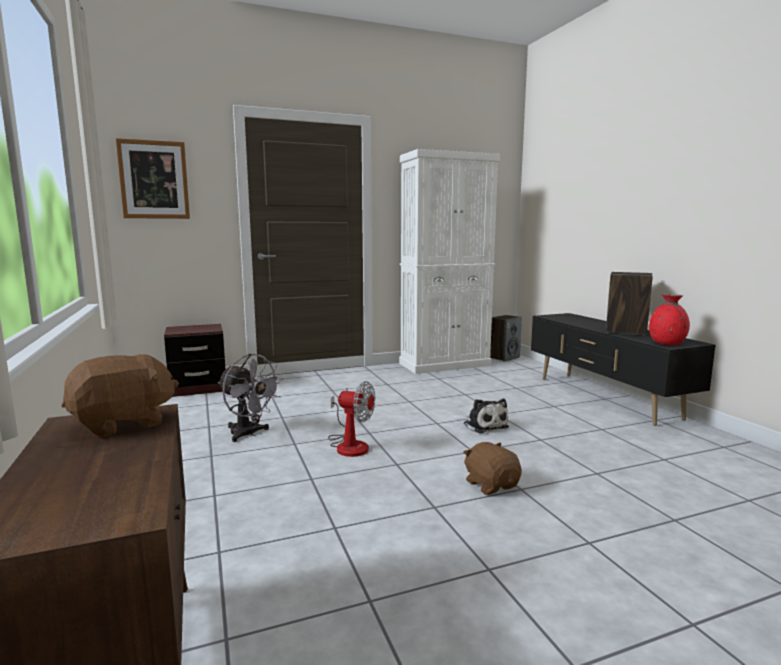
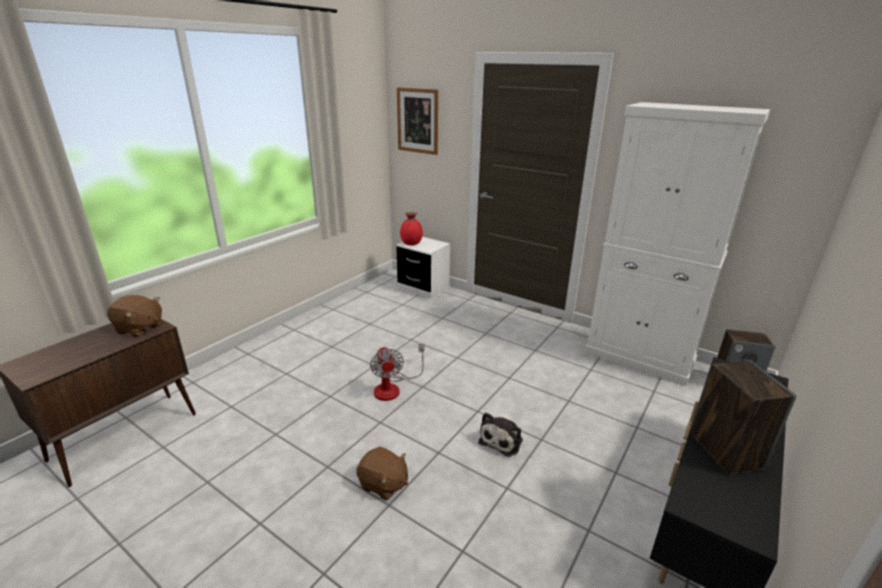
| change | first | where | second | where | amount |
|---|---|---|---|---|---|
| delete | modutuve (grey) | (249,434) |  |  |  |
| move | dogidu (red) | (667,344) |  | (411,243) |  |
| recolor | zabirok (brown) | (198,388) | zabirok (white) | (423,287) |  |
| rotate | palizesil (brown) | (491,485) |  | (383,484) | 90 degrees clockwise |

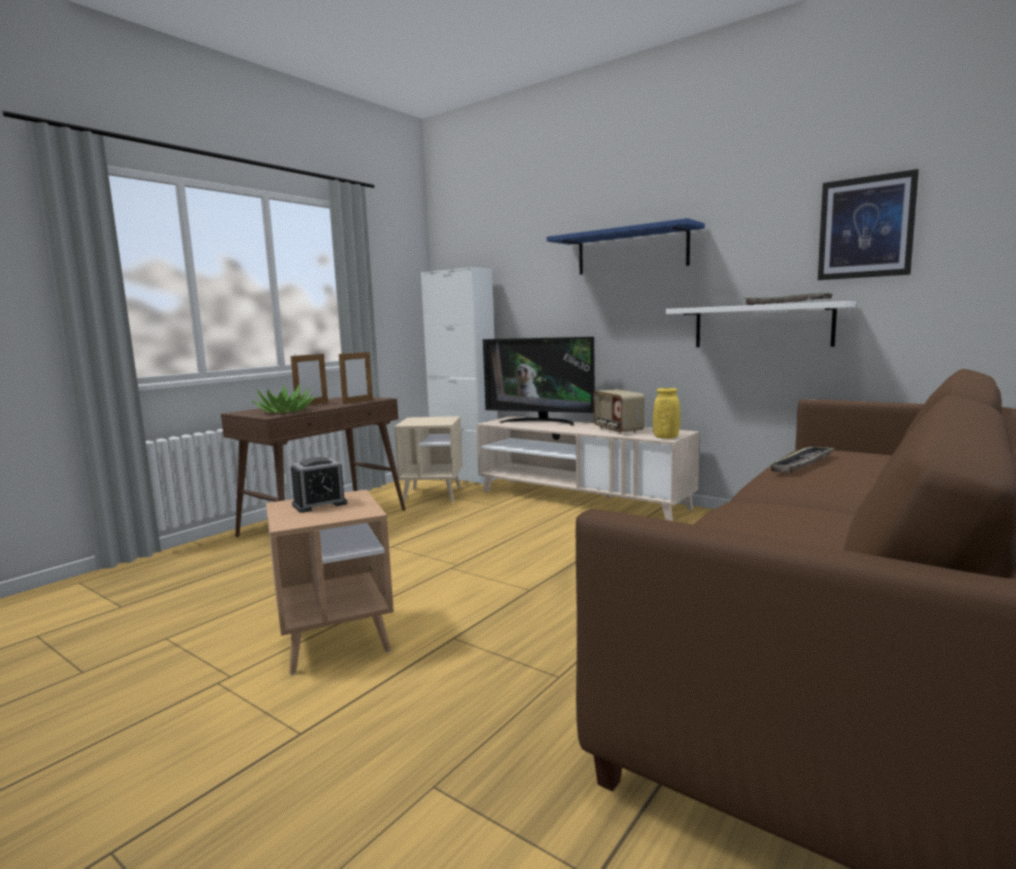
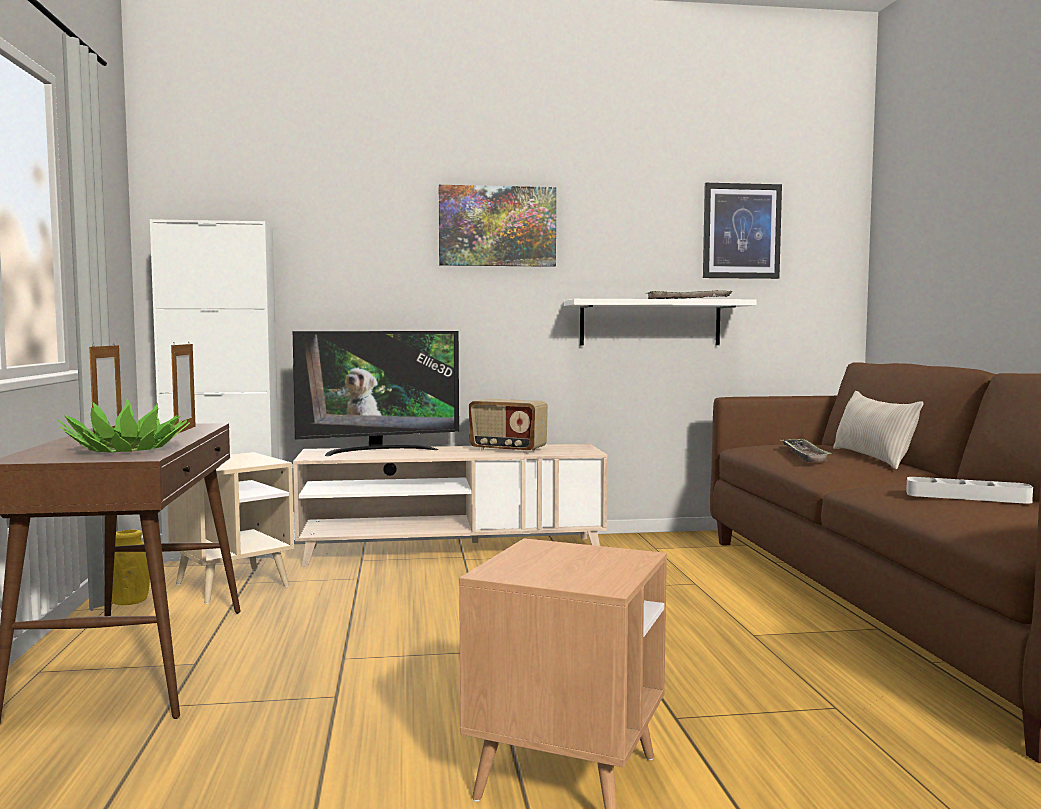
| change | first | where | second | where | amount |
|---|---|---|---|---|---|
| delete | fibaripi | (319,504) |  |  |  |
| insert |  |  | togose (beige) | (872,458) |  |
| insert |  |  | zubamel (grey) | (967,496) |  |
| move | dogidu (yellow) | (666,437) |  | (129,602) |  |
| replace | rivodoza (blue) | (631,251) | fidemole | (497,226) |  |

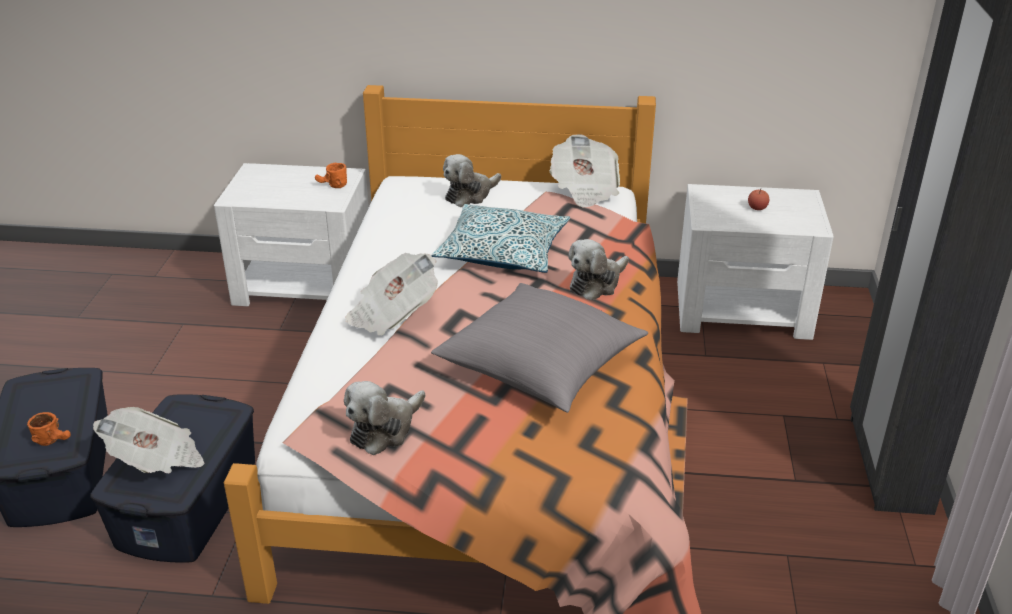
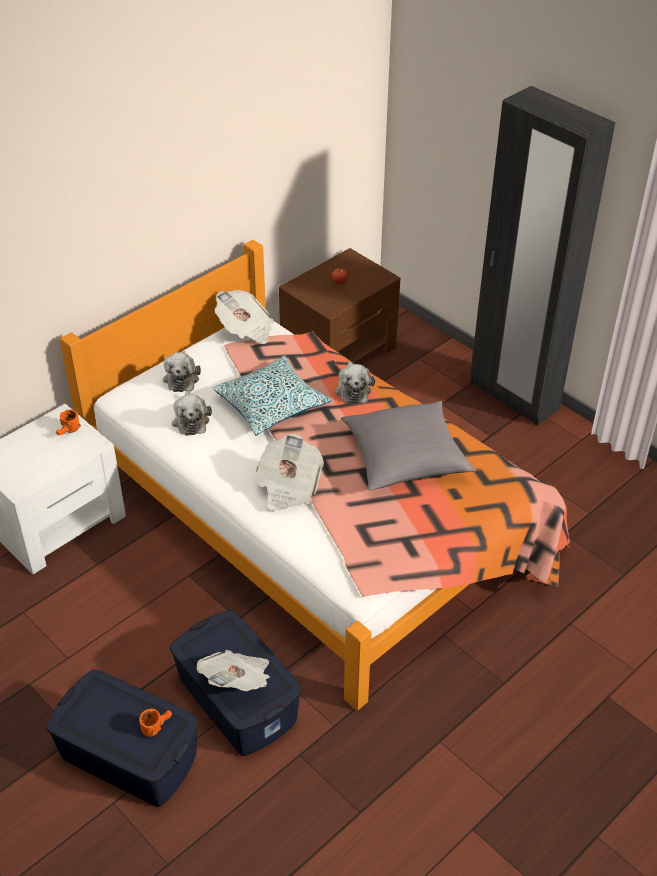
| change | first | where | second | where | amount |
|---|---|---|---|---|---|
| move | palizesil | (384,429) |  | (190,420) |  |
| recolor | zabirok (white) | (743,309) | zabirok (brown) | (339,351) |  |

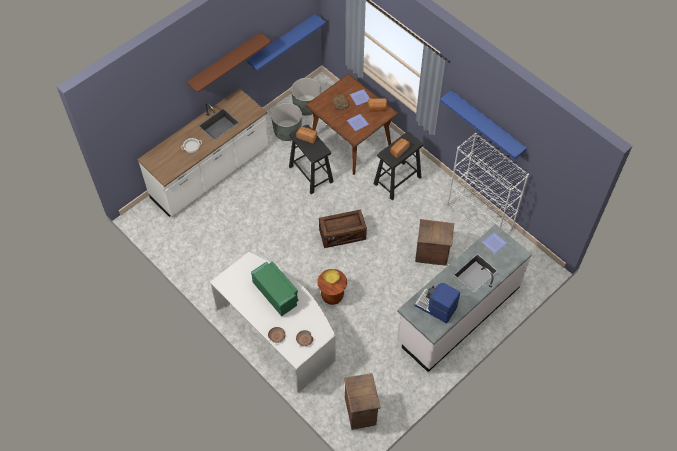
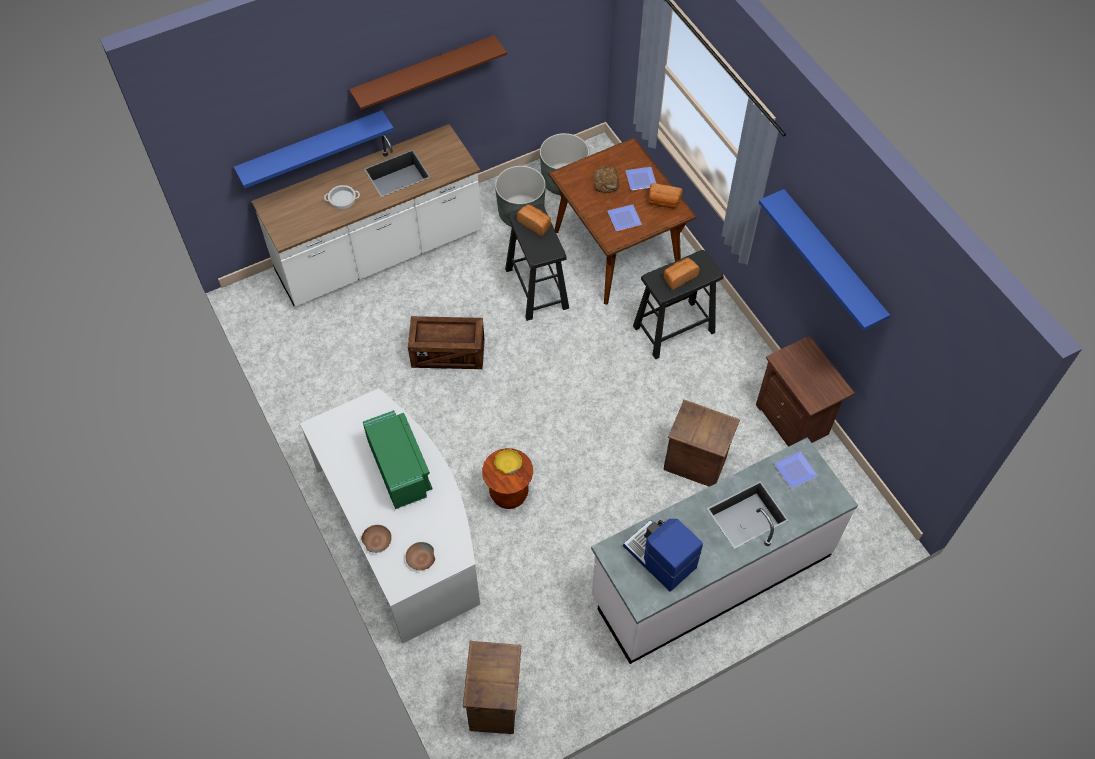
| change | first | where | second | where | amount |
|---|---|---|---|---|---|
| move | rivodoza (blue) | (282,42) |  | (311,148) |  |
| move | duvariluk | (342,235) |  | (448,353) |  |
| replace | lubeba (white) | (479,218) | zabirok (brown) | (794,421) |  |

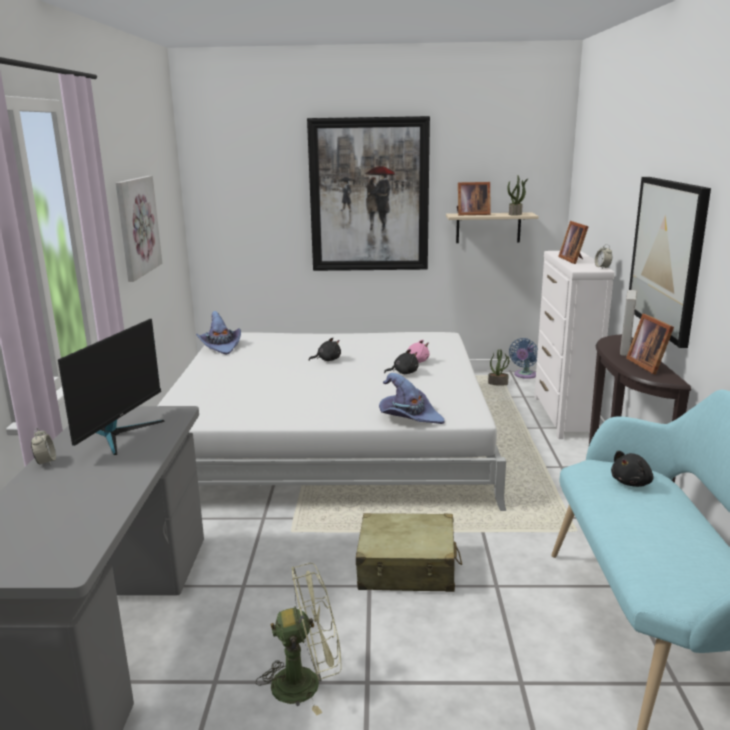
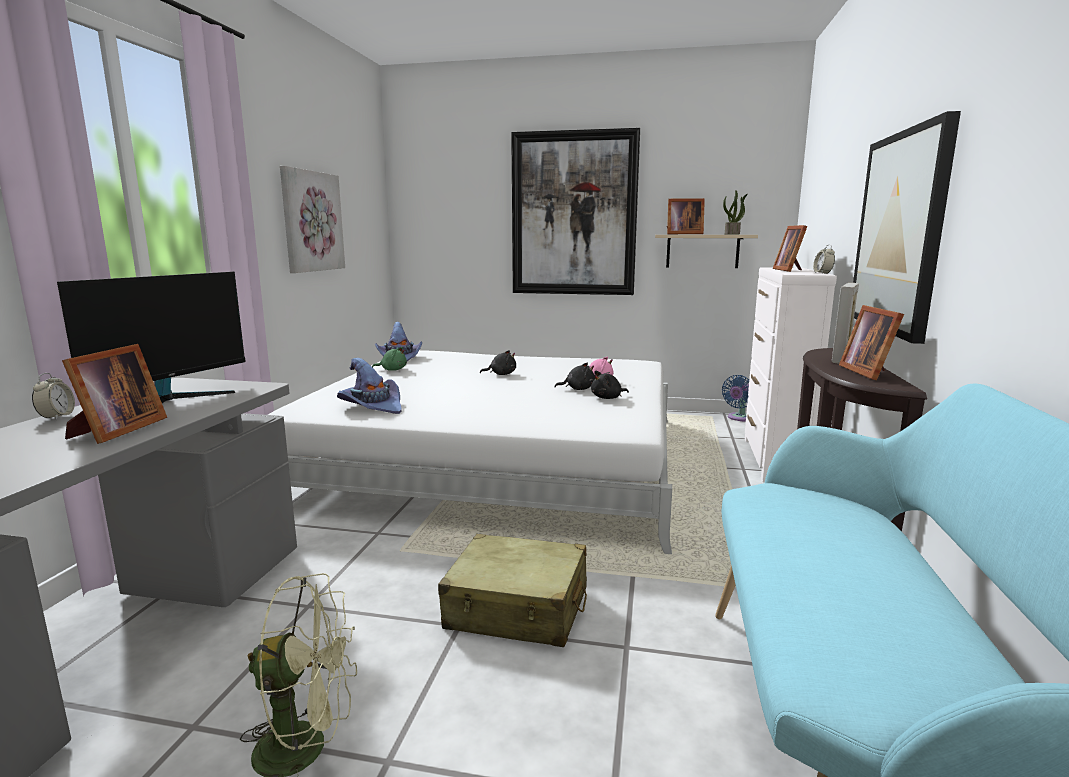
| change | first | where | second | where | amount |
|---|---|---|---|---|---|
| delete | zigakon | (498,383) |  |  |  |
| insert |  |  | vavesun | (116,431) |  |
| insert |  |  | palizesil (green) | (392,370) |  |
| move | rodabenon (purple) | (409,417) |  | (372,406) |  |
| move | palizesil (black) | (632,483) |  | (608,398) |  |

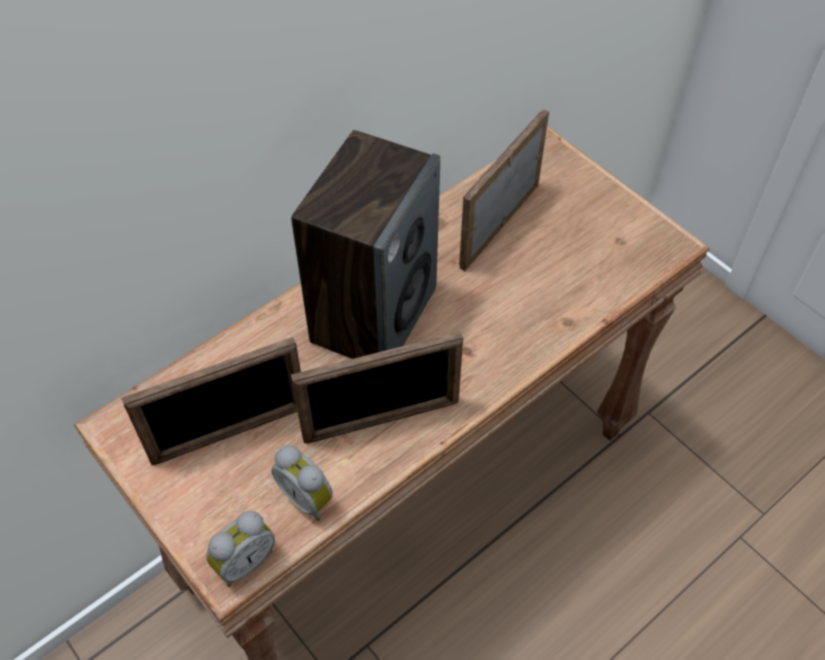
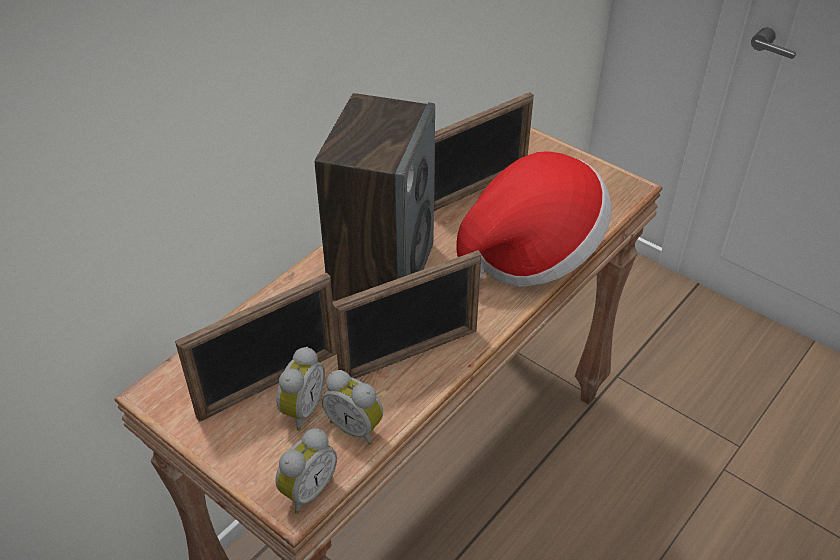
| change | first | where | second | where | amount |
|---|---|---|---|---|---|
| insert |  |  | fibaripi | (301,409) |  |
| insert |  |  | rodabenon | (531,252) |  |
| rotate | vavesun | (499,225) |  | (477,190) | 150 degrees counterclockwise |

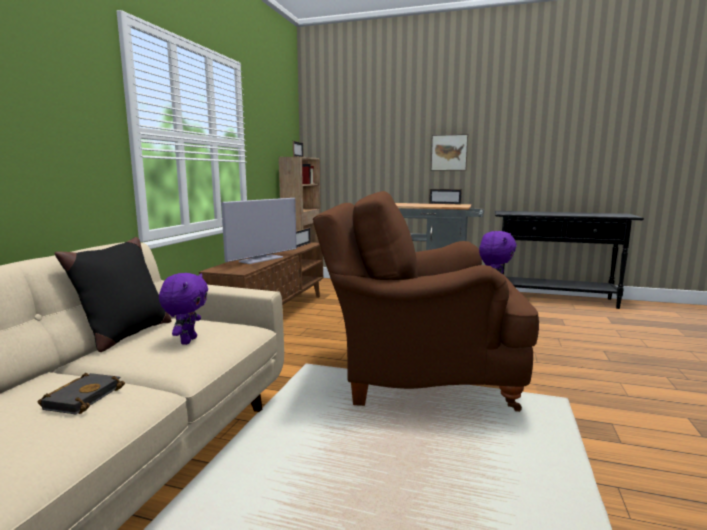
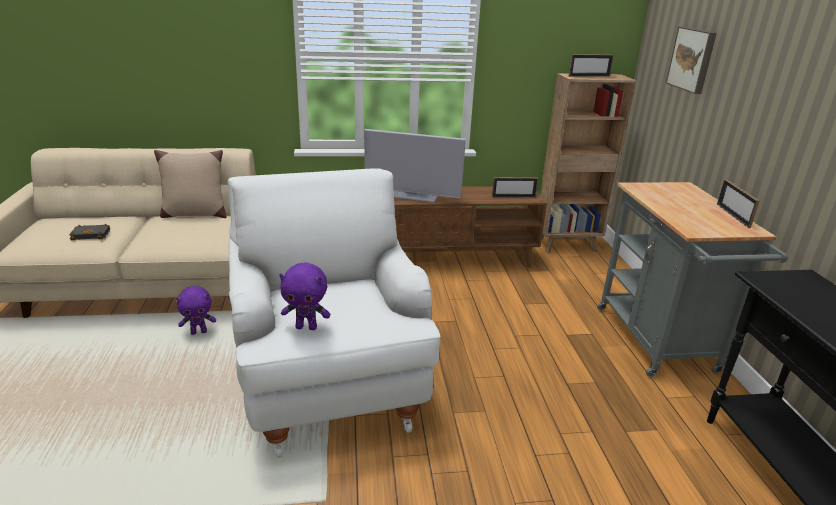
| change | first | where | second | where | amount |
|---|---|---|---|---|---|
| move | palizesil (purple) | (187,341) |  | (199,332) |  |
| move | fidemole | (449,152) |  | (692,59) |  |
| recolor | togose (black) | (125,335) | togose (beige) | (194,214) |  |
| recolor | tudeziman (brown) | (420,379) | tudeziman (white) | (329,379) |  |

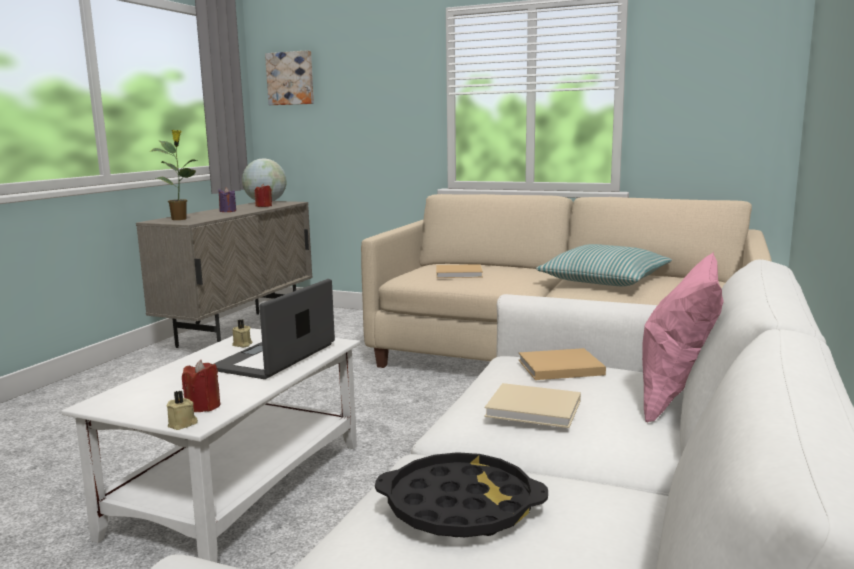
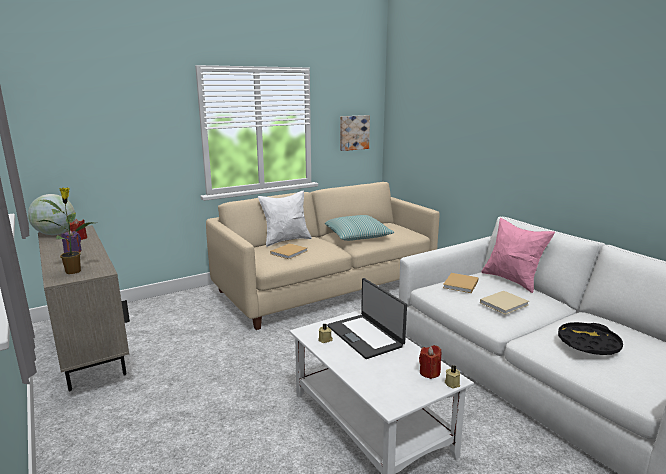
| change | first | where | second | where | amount |
|---|---|---|---|---|---|
| insert |  |  | togose (white) | (286,240) |  |
| move | fidemole | (291,78) |  | (353,132) |  |

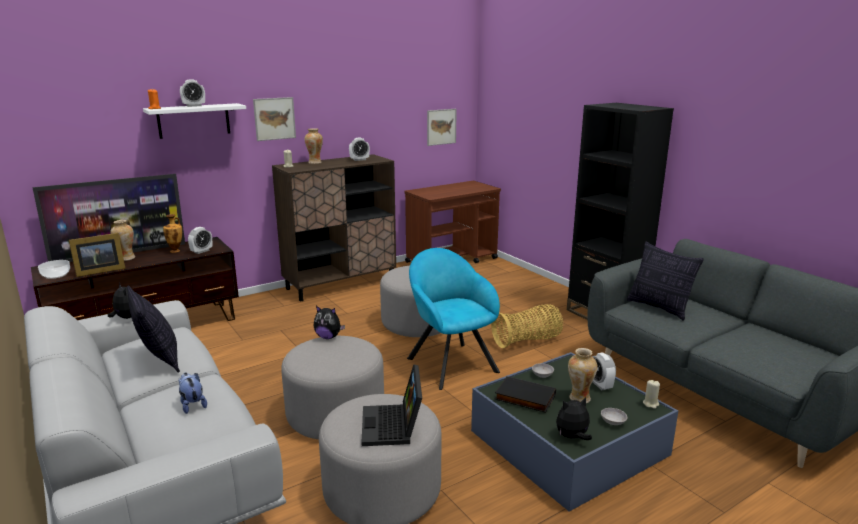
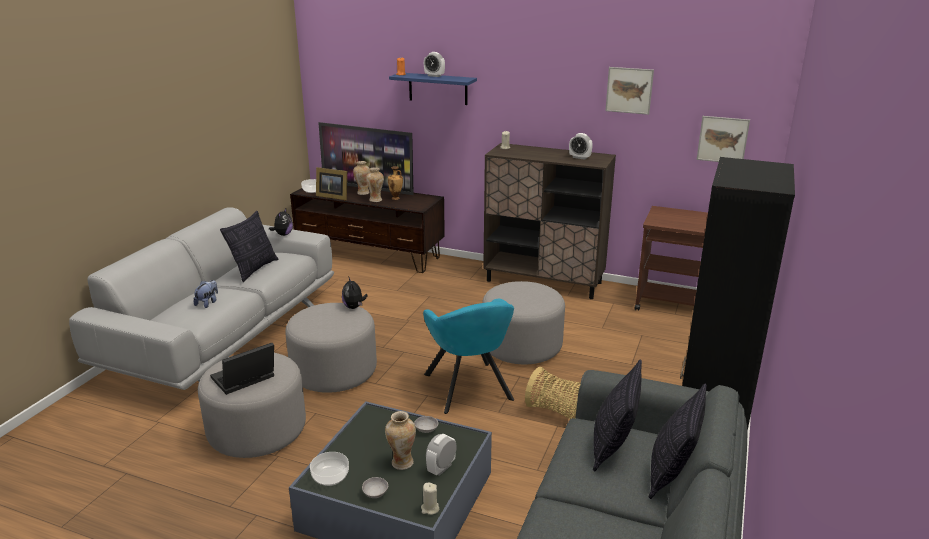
| change | first | where | second | where | amount |
|---|---|---|---|---|---|
| delete | fibaripi | (201,251) |  |  |  |
| delete | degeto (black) | (524,398) |  |  |  |
| insert |  |  | togose | (671,474) |  |
| move | fidemole | (274,118) |  | (629,90) |  |
| move | dogidu | (315,163) |  | (376,200) |  |
| replace | palizesil | (572,437) | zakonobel | (330,476) |  |
| recolor | rivodoza (white) | (194,120) | rivodoza (blue) | (438,88) |  |
| rotate | tudeziman (turquoise) | (450,362) |  | (469,389) | 135 degrees clockwise |

